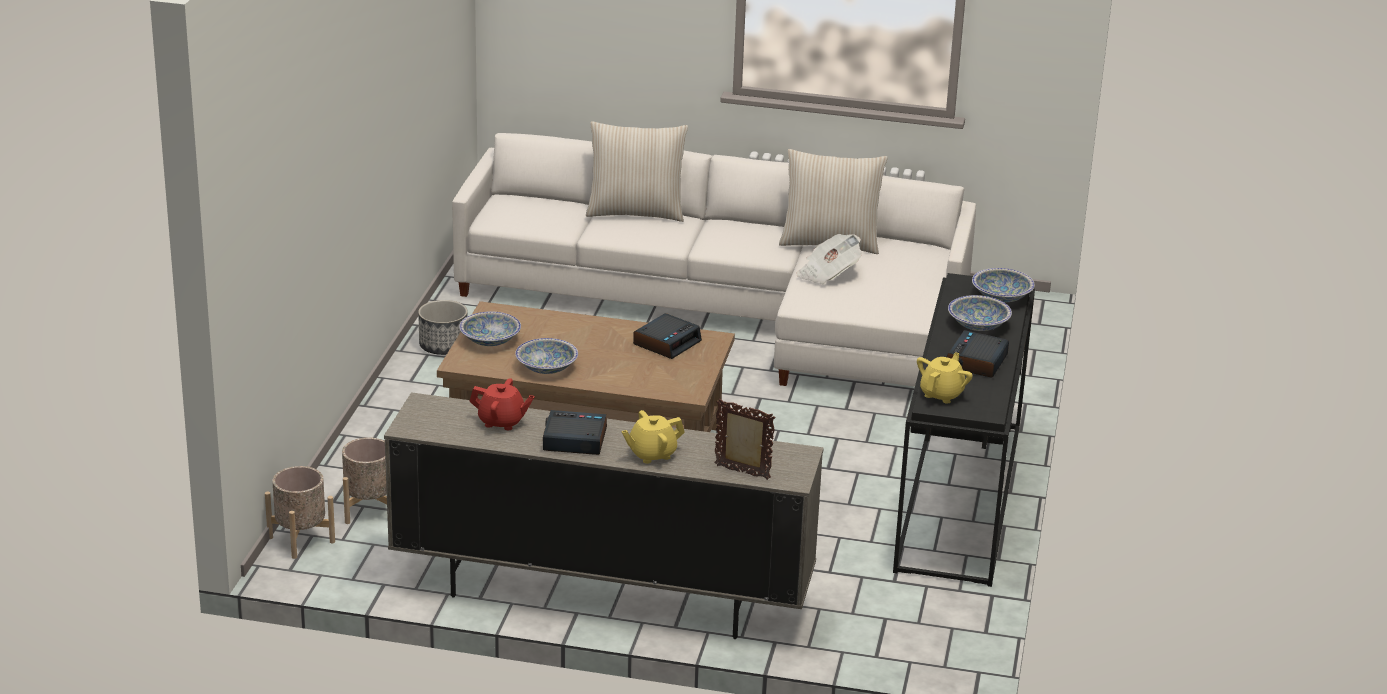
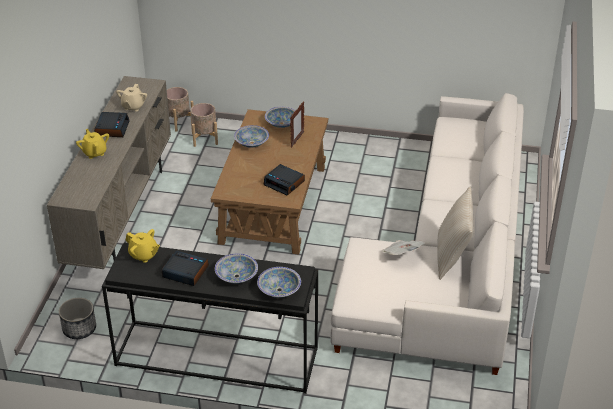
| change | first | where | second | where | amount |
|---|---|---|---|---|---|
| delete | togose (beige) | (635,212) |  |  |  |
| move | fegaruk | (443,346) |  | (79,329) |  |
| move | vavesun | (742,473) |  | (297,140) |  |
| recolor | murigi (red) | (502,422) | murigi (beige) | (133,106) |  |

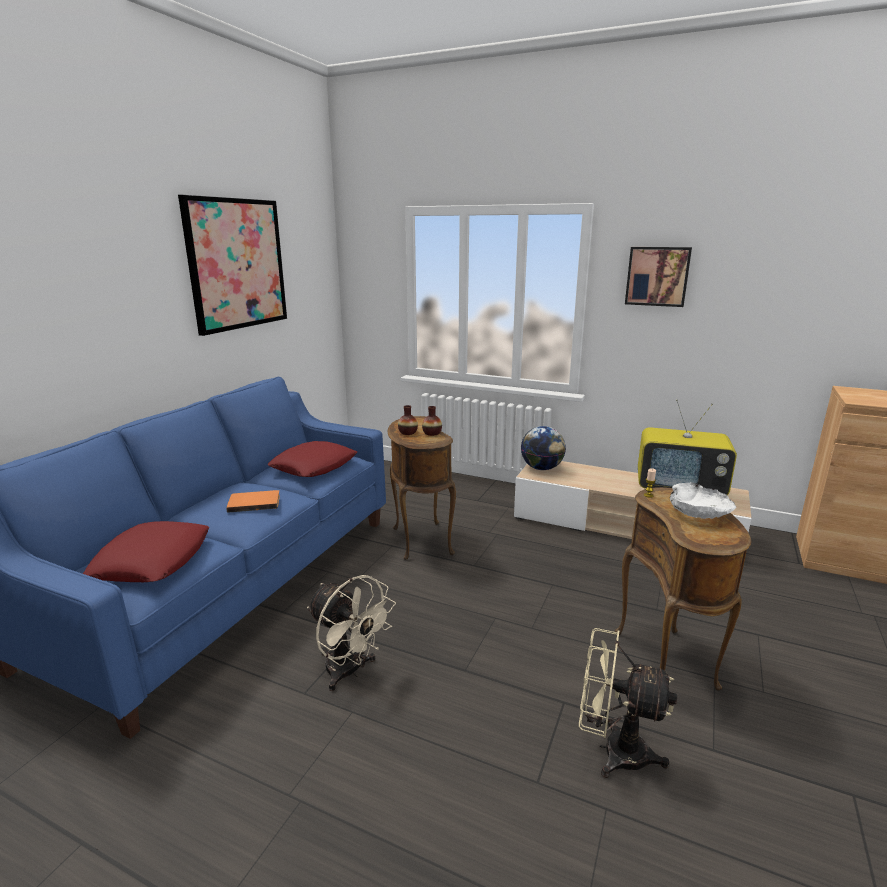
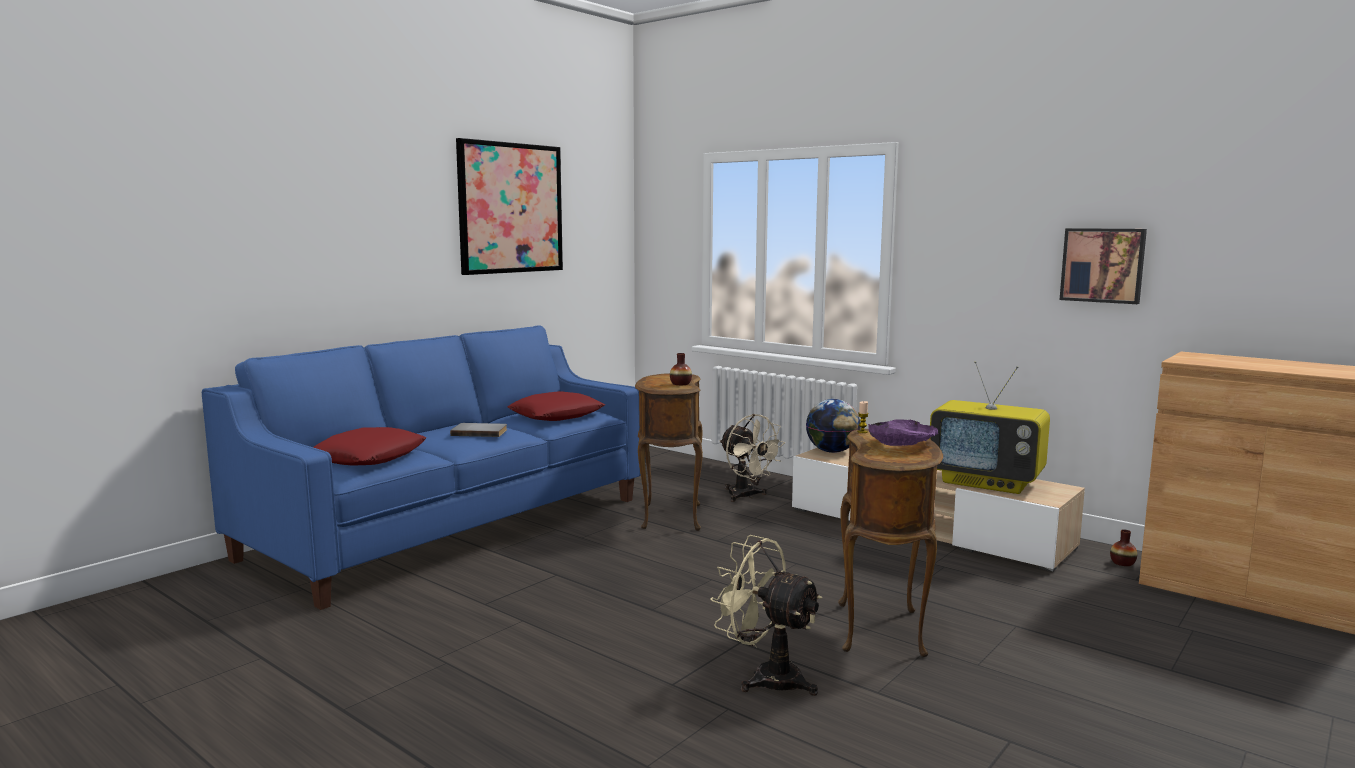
| change | first | where | second | where | amount |
|---|---|---|---|---|---|
| move | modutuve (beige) | (350,672) |  | (746,496) |  |
| move | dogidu | (408,432) |  | (1122,563) |  |
| move | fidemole | (657,276) |  | (1103,265) |  |
| recolor | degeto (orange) | (254,502) | degeto (grey) | (480,432) |  |
| recolor | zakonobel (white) | (698,511) | zakonobel (purple) | (902,444) |  |

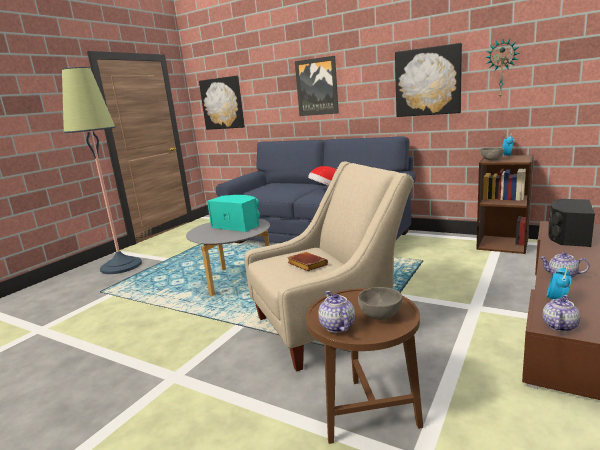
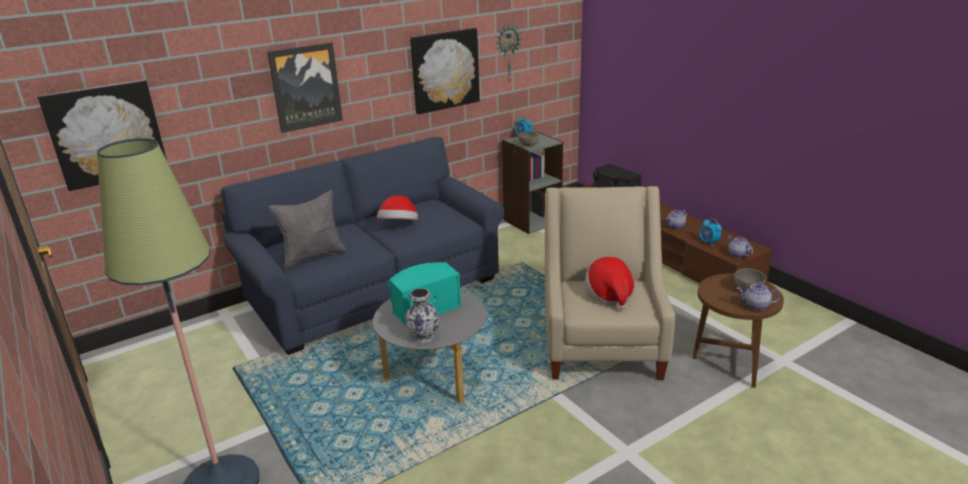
| change | first | where | second | where | amount |
|---|---|---|---|---|---|
| insert |  |  | togose (grey) | (313,256) |  |
| insert |  |  | dogidu | (422,337) |  |
| replace | degeto (brown) | (306,265) | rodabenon | (609,295) |  |
| recolor | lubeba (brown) | (502,244) | lubeba (grey) | (532,221) |  |

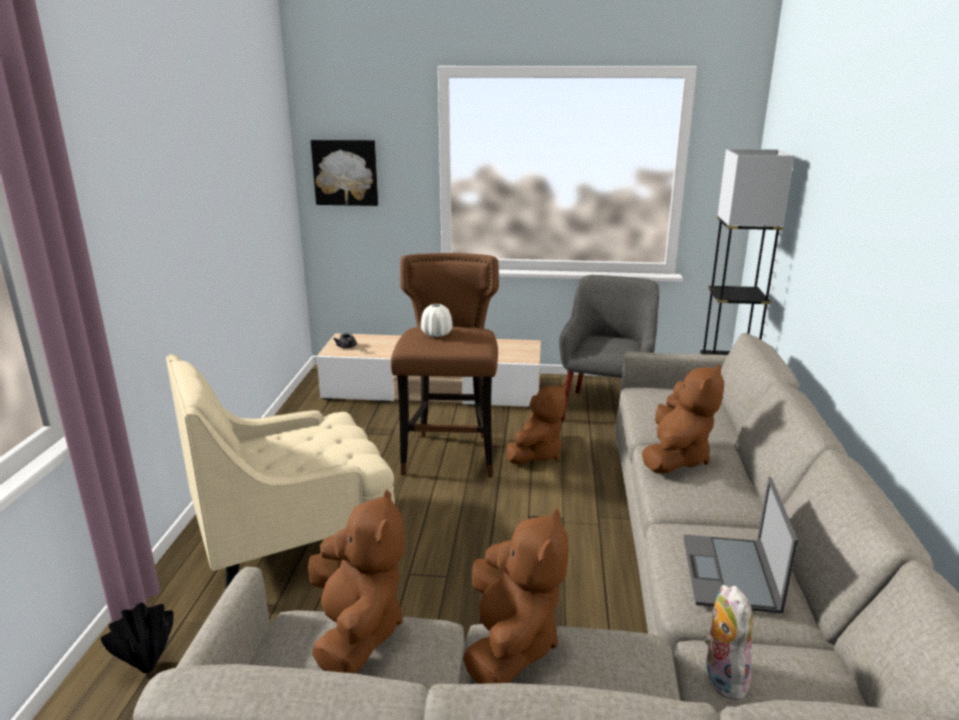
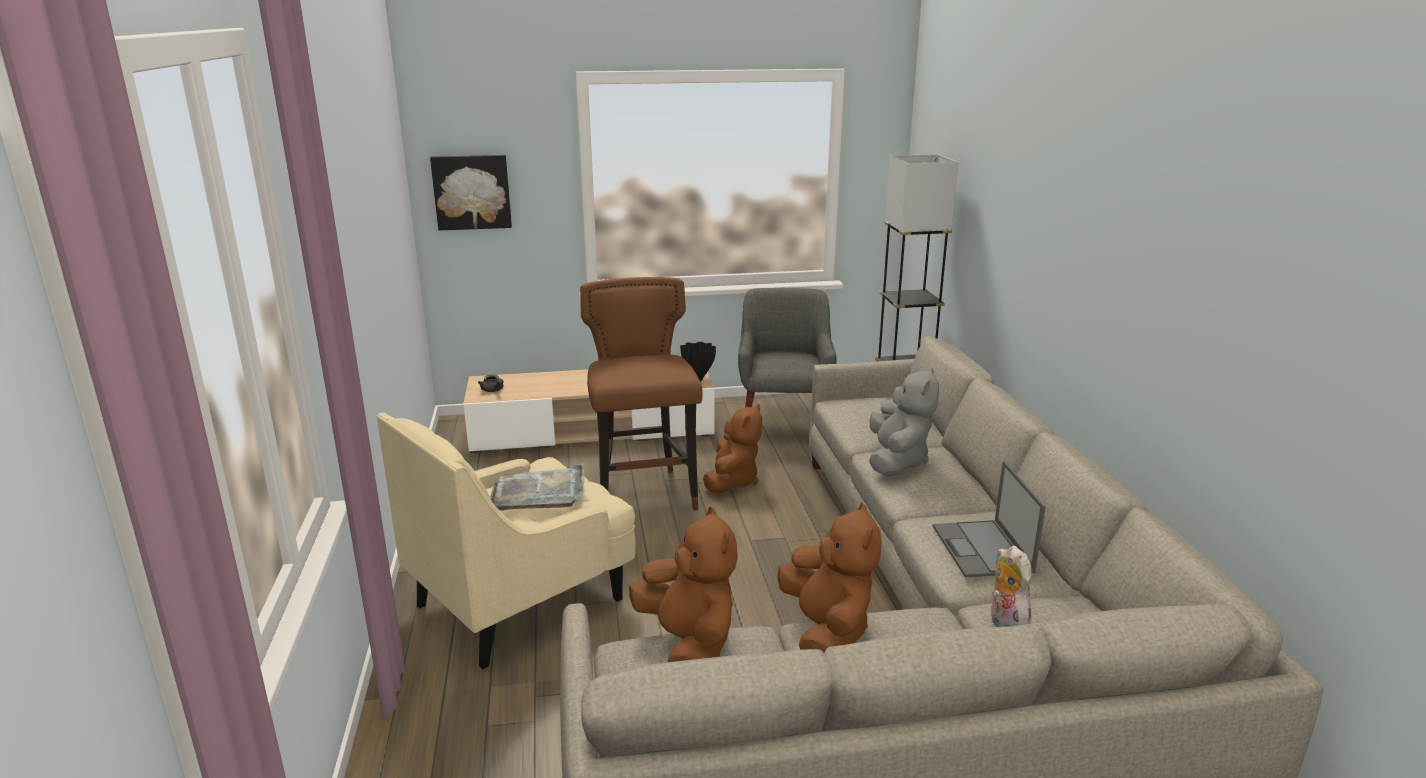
| change | first | where | second | where | amount |
|---|---|---|---|---|---|
| delete | dogidu (white) | (436,334) |  |  |  |
| insert |  |  | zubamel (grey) | (539,492) |  |
| move | dogidu (black) | (149,667) |  | (698,380) |  |
| recolor | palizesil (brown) | (676,458) | palizesil (grey) | (897,461) |  |

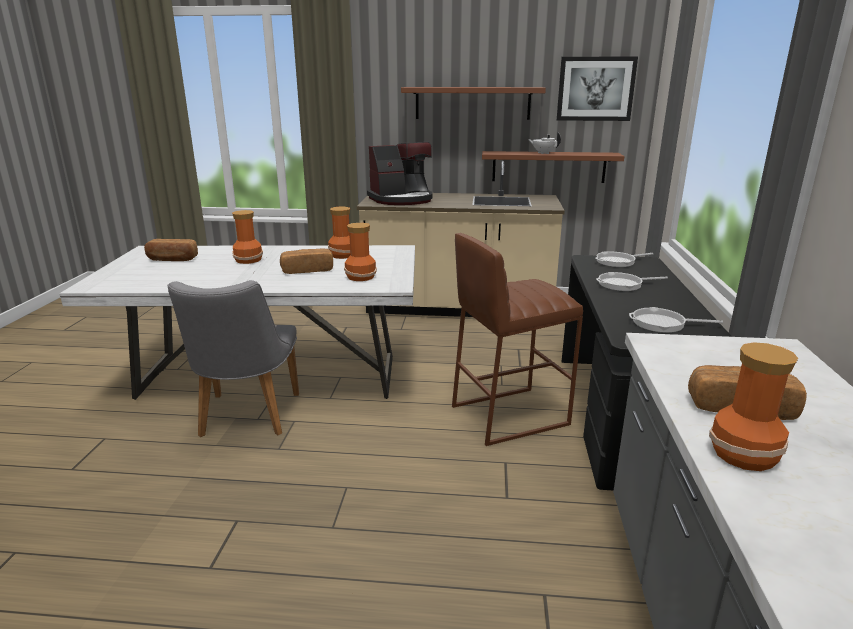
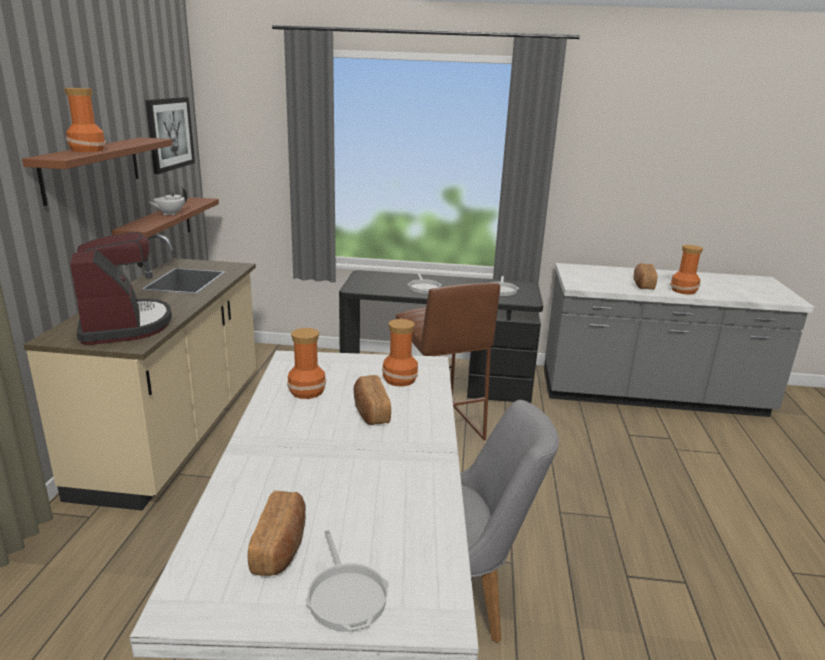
| change | first | where | second | where | amount |
|---|---|---|---|---|---|
| move | dogidu | (249,260) |  | (87,150) |  |
| move | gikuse | (618,262) |  | (346,595) |  |

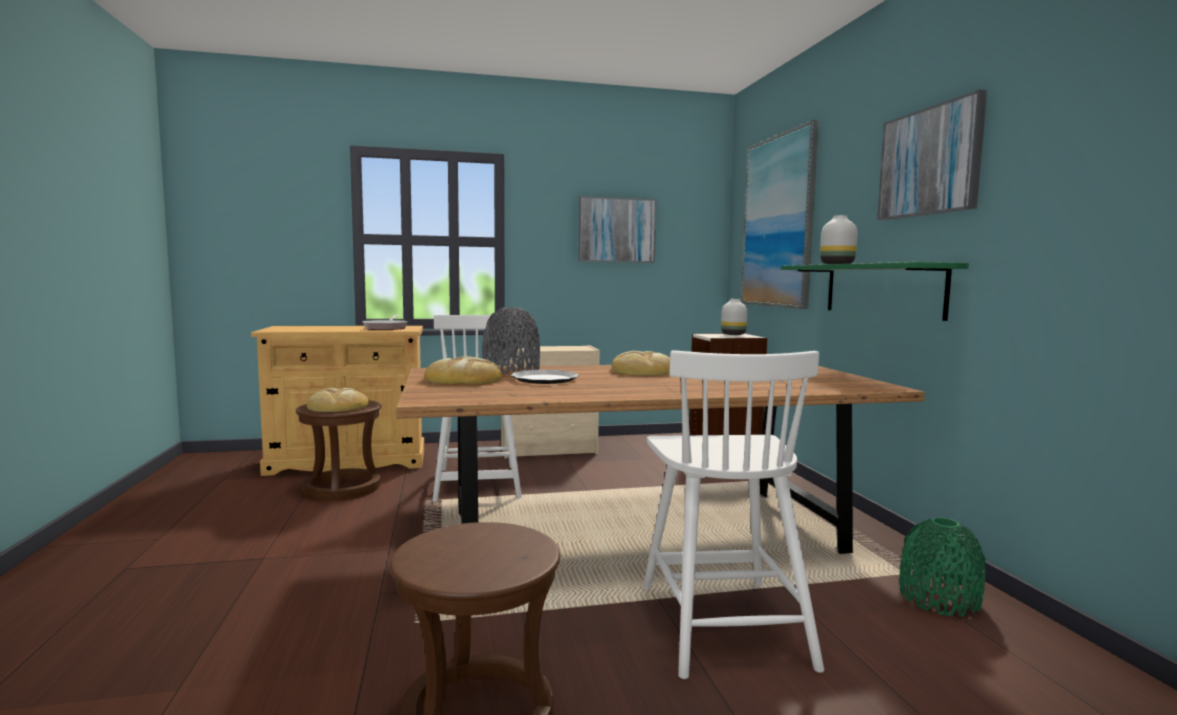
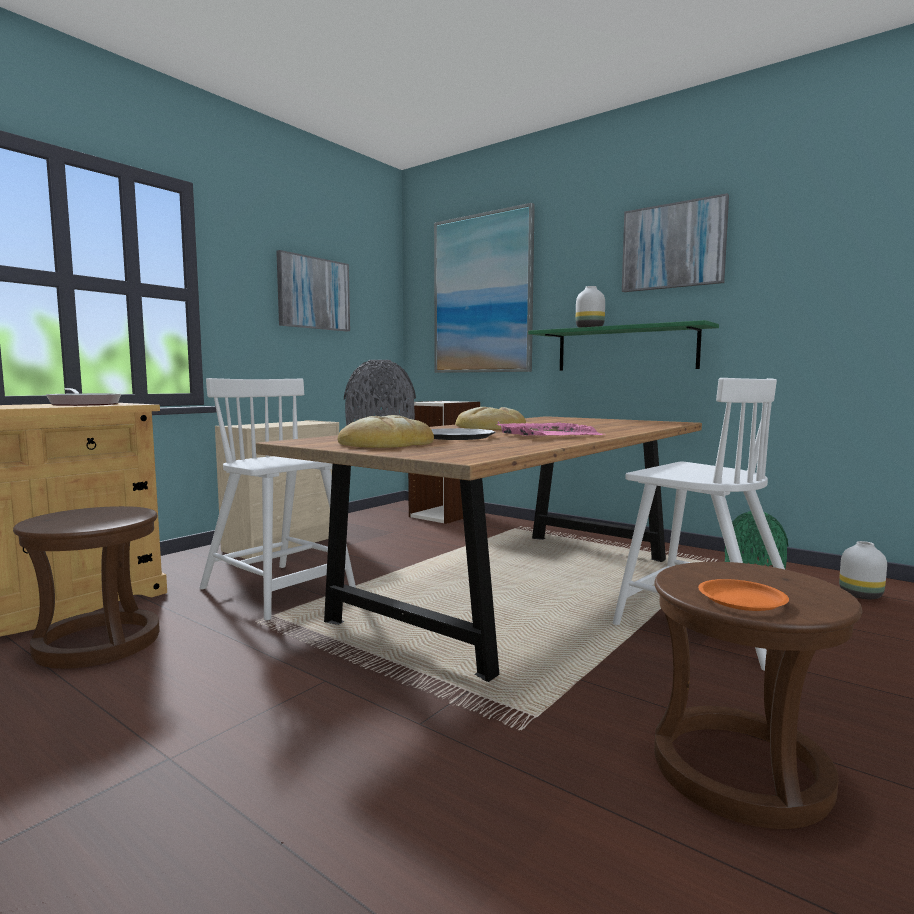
| change | first | where | second | where | amount |
|---|---|---|---|---|---|
| delete | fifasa | (337,406) |  |  |  |
| insert |  |  | zubamel (pink) | (547,435) |  |
| insert |  |  | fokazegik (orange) | (741,600) |  |
| move | dogidu (white) | (732,334) |  | (859,595) |  |

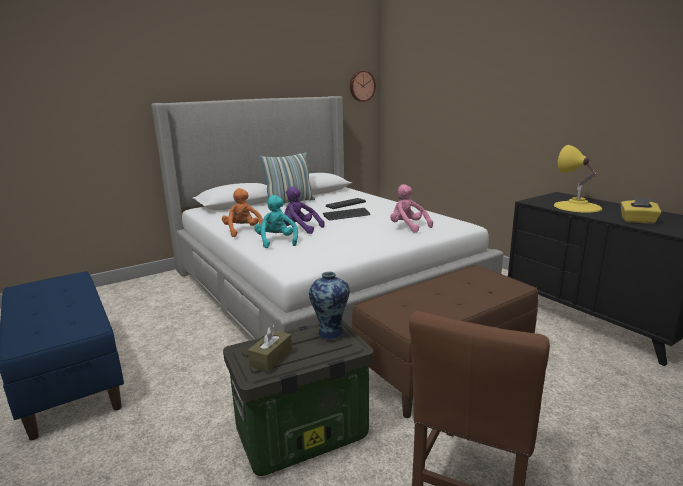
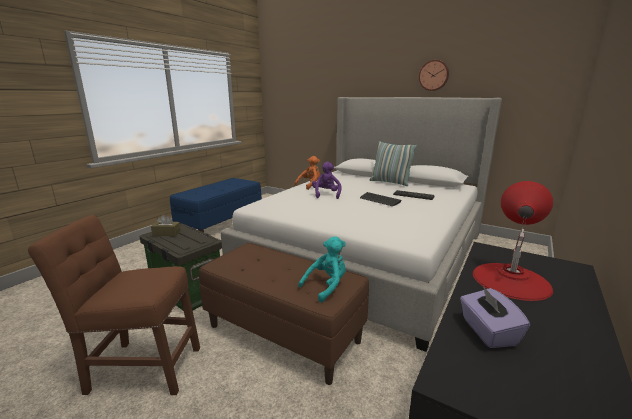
| change | first | where | second | where | amount |
|---|---|---|---|---|---|
| delete | dogidu | (330,332) |  |  |  |
| delete | palizesil (pink) | (408,227) |  |  |  |
| move | palizesil (turquoise) | (277,241) |  | (326,286) |  |
| move | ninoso | (361,86) |  | (434,75) |  |
| recolor | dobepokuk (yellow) | (577,206) | dobepokuk (red) | (510,280) |  |
| recolor | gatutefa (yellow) | (638,221) | gatutefa (purple) | (487,331) |  |

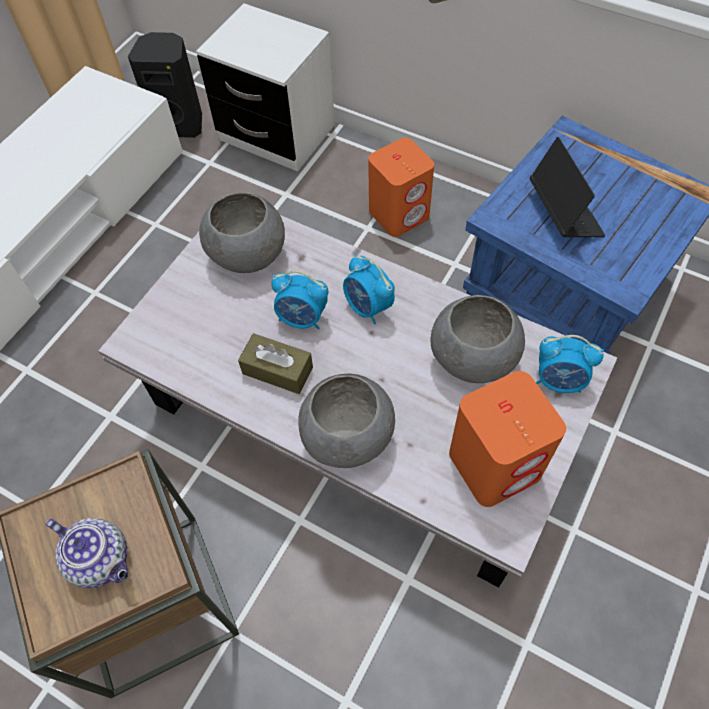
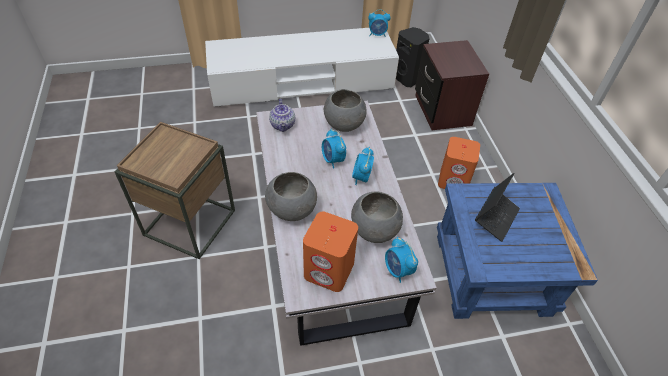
| change | first | where | second | where | amount |
|---|---|---|---|---|---|
| delete | gatutefa (brown) | (277,370) |  |  |  |
| insert |  |  | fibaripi | (377,34) |  |
| move | murigi | (102,560) |  | (283,125) |  |
| recolor | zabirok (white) | (277,133) | zabirok (brown) | (442,110) |  |

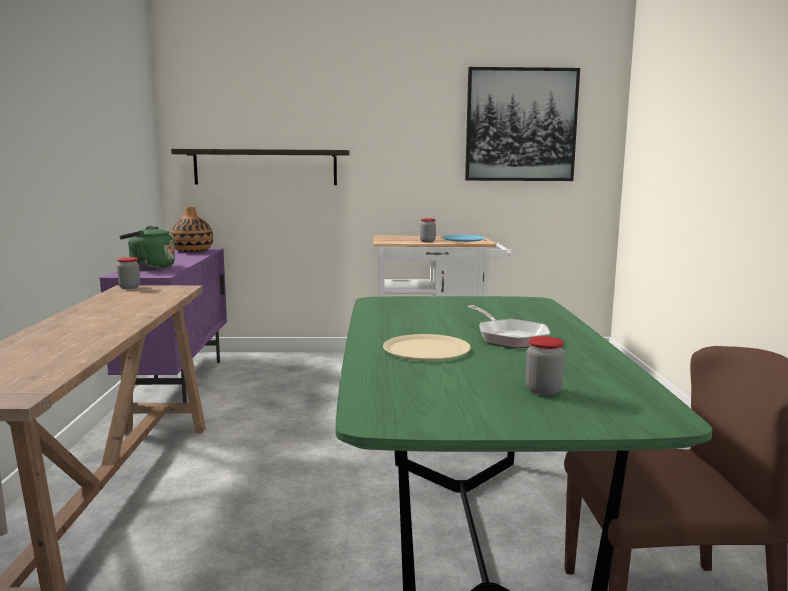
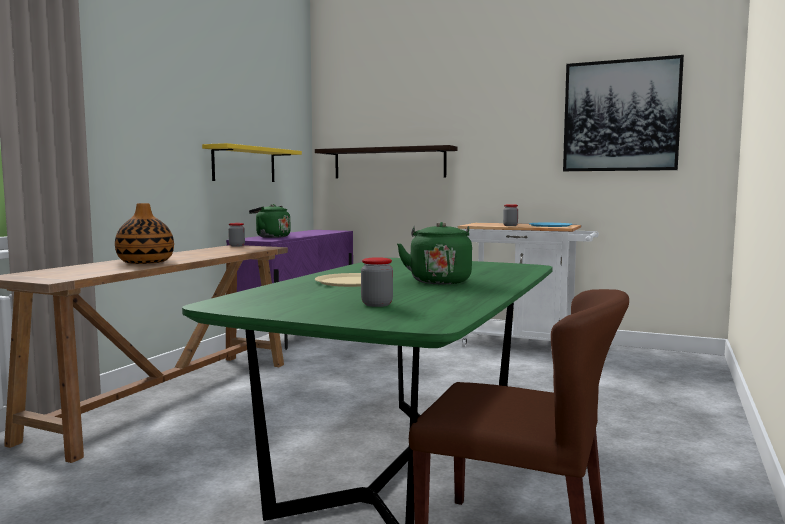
| change | first | where | second | where | amount |
|---|---|---|---|---|---|
| insert |  |  | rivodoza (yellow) | (244,164) |  |
| move | dogidu | (192,251) |  | (145,262) |  |
| replace | gikuse | (509,337) | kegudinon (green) | (439,281) |  |

